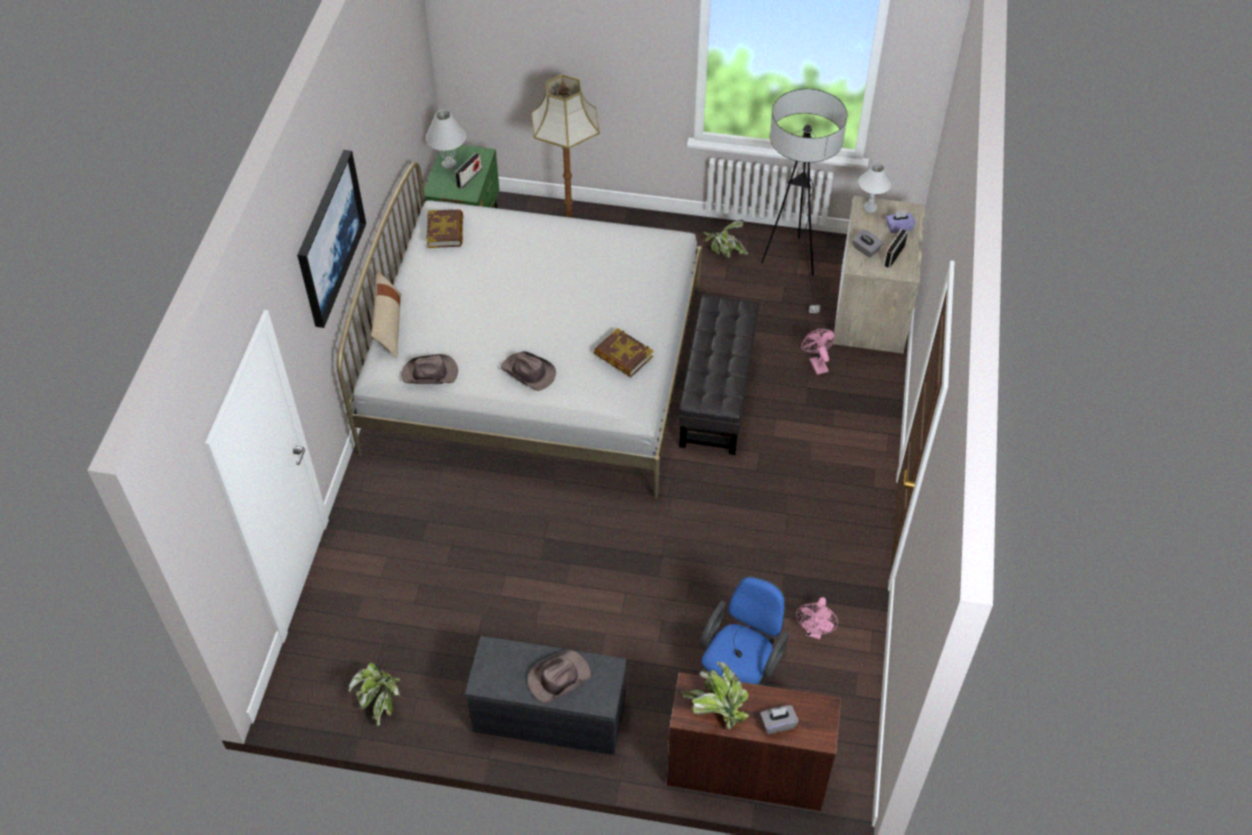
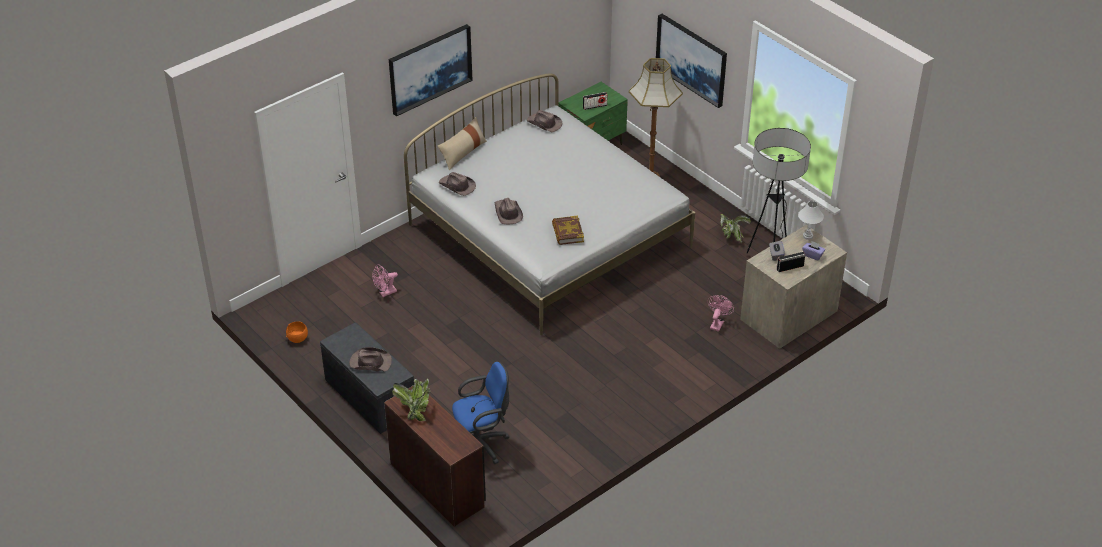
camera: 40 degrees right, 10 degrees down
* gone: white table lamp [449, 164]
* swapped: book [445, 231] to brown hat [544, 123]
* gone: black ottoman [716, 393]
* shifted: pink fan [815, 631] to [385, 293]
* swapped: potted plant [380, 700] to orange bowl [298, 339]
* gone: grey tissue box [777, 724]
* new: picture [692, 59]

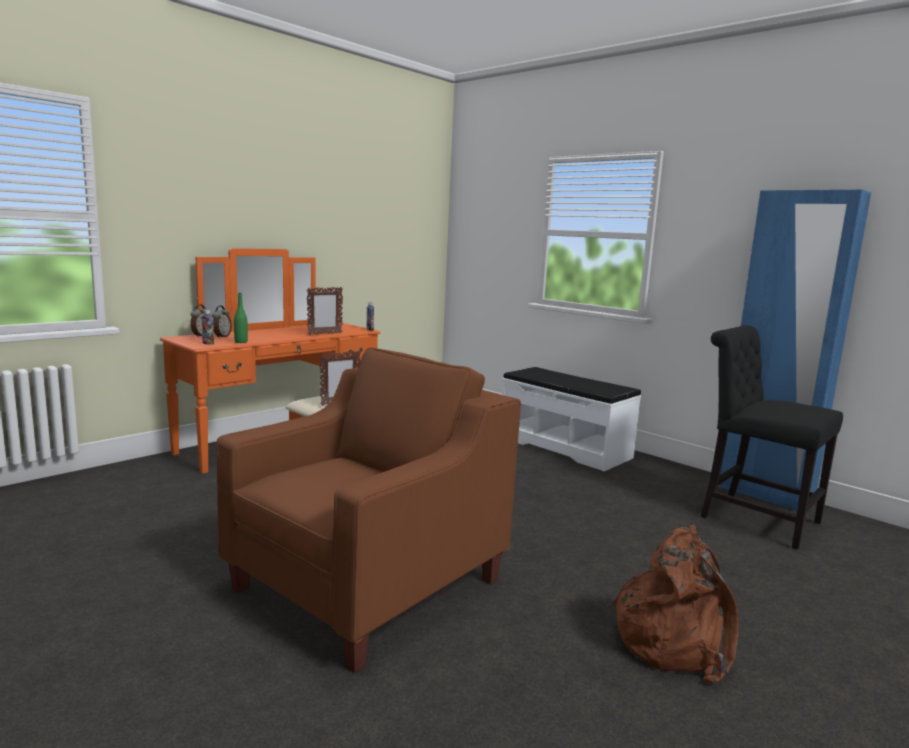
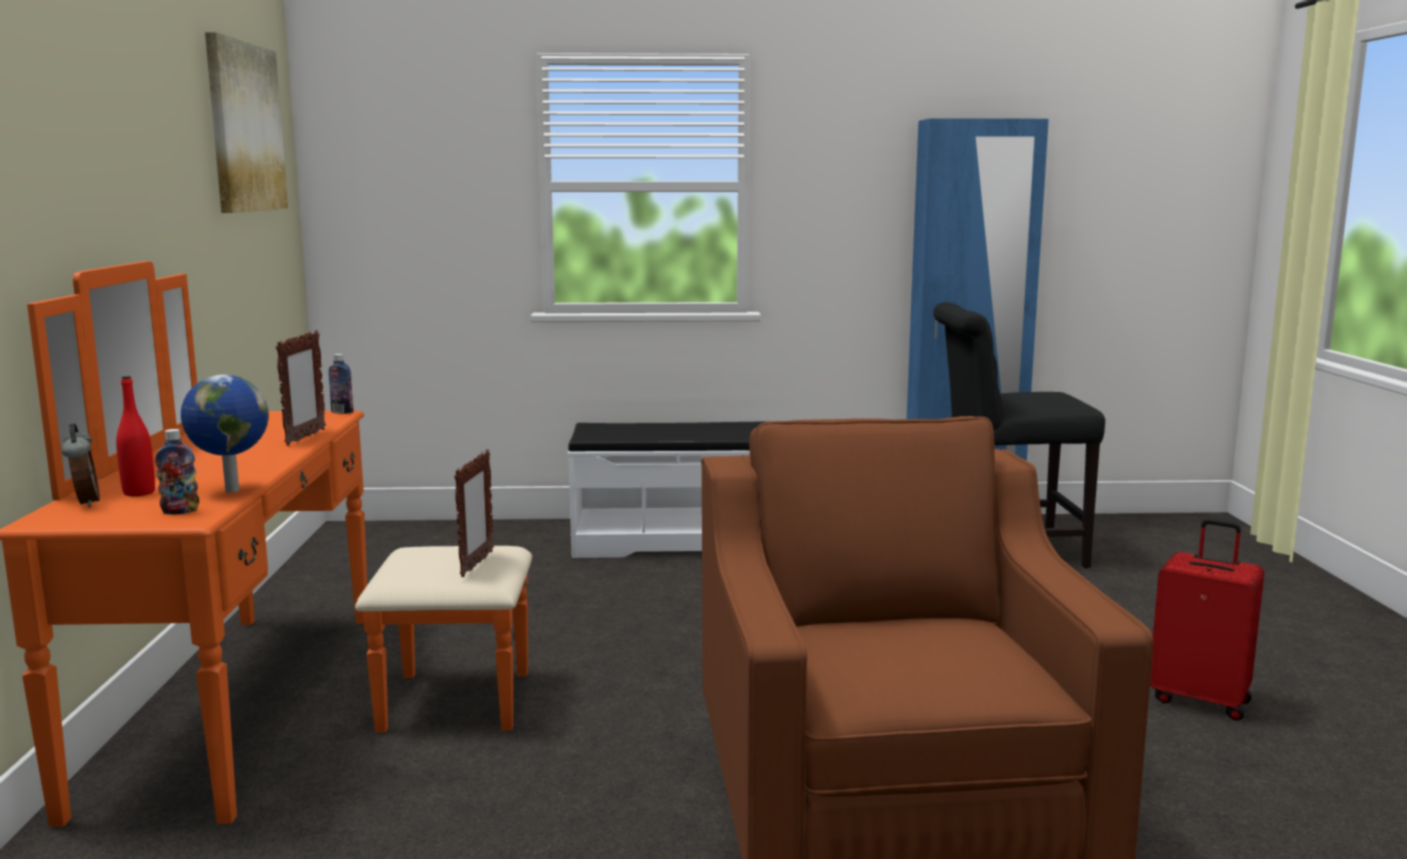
camera: 45 degrees left, 0 degrees up
* swapped: green bottle [241, 342] to globe [230, 490]
* swapped: alarm clock [221, 337] to red bottle [139, 492]
* swapped: brown backpack [674, 640] to red suitcase [1200, 700]
* new: picture [244, 127]

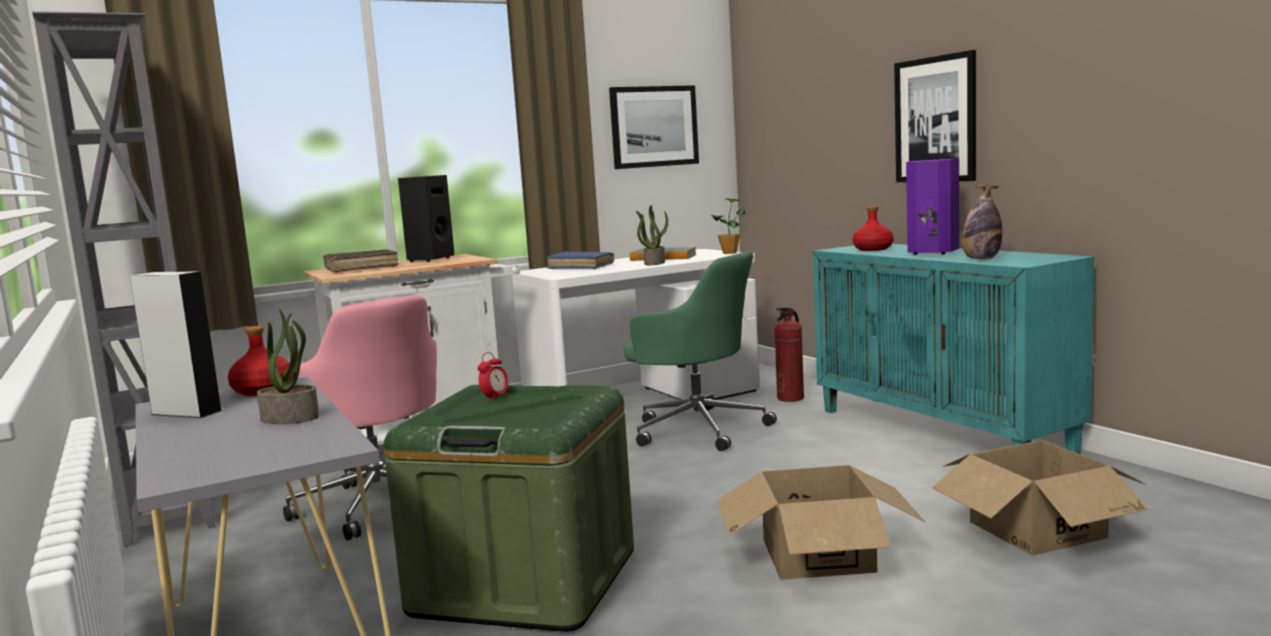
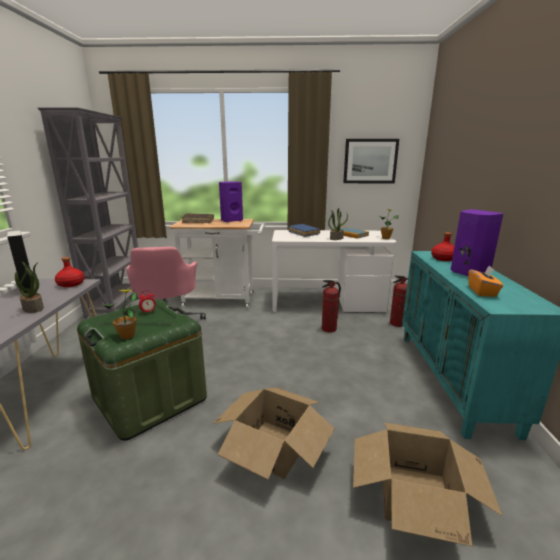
camera: 30 degrees right, 10 degrees up
* gone: picture [935, 119]
* repainted: black speaker [429, 259] to purple speaker [231, 220]
* swapped: bottle [981, 259] to orange tissue box [482, 291]
* swapped: green office chair [697, 429] to fire extinguisher [329, 329]
* new: potted plant [127, 336]

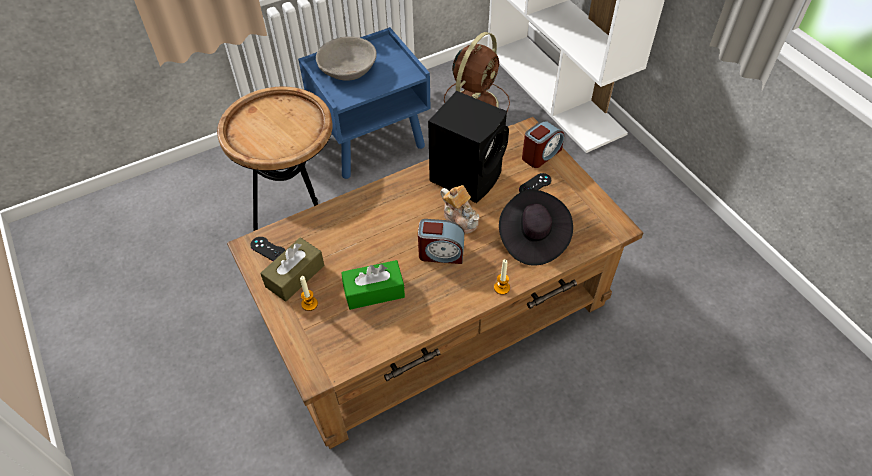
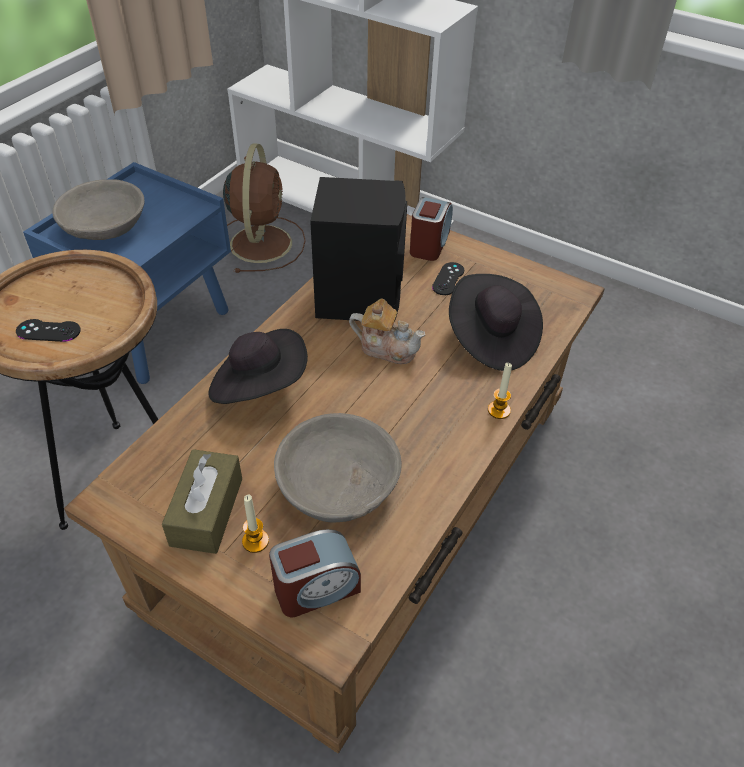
camera: 30 degrees left, 5 degrees down
* shifted: alarm clock [441, 253] to [316, 588]
* shifted: black game controller [268, 249] to [48, 331]
* swapped: green tissue box [374, 291] to grey bowl [338, 484]
* new: black hat [259, 386]

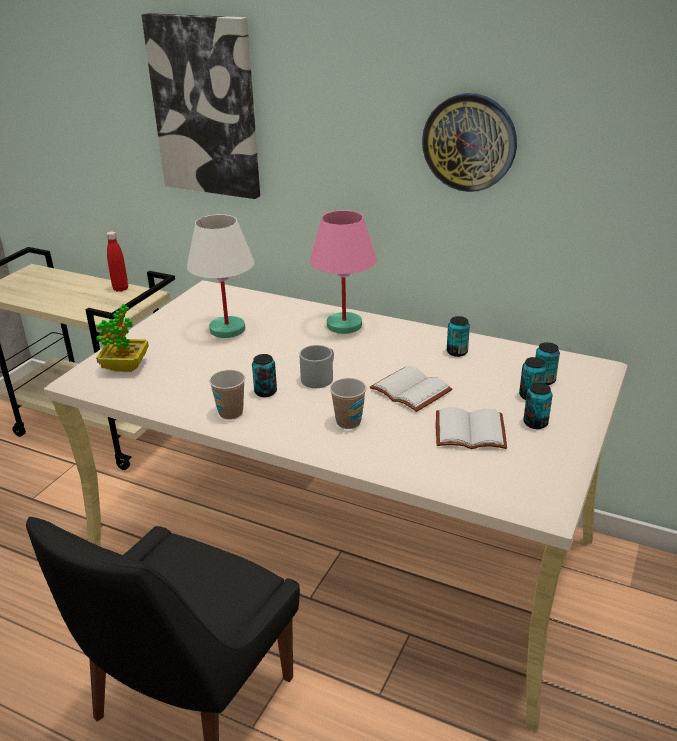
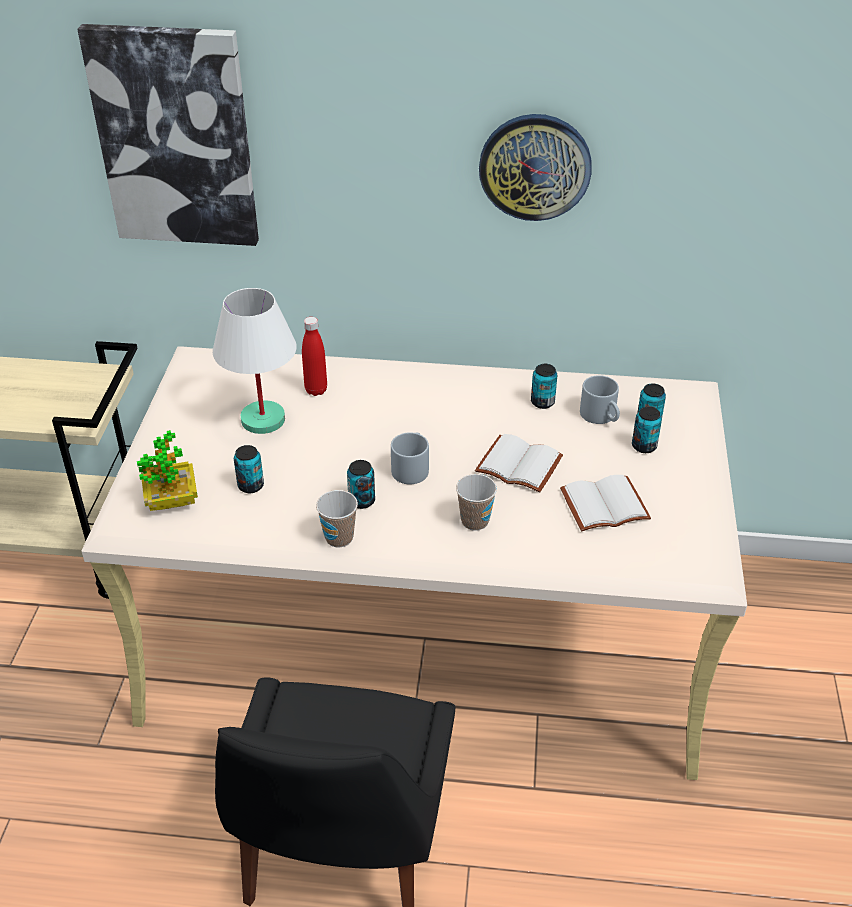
camera: 20 degrees left, 10 degrees up
* gone: pink table lamp [344, 325]
* shifted: red bottle [120, 289] to [316, 390]
* shifted: can [535, 423] to [251, 486]
* new: grey mug [601, 416]

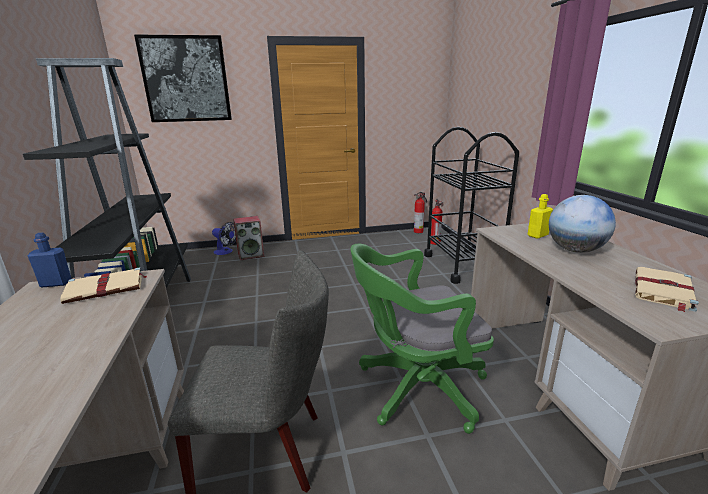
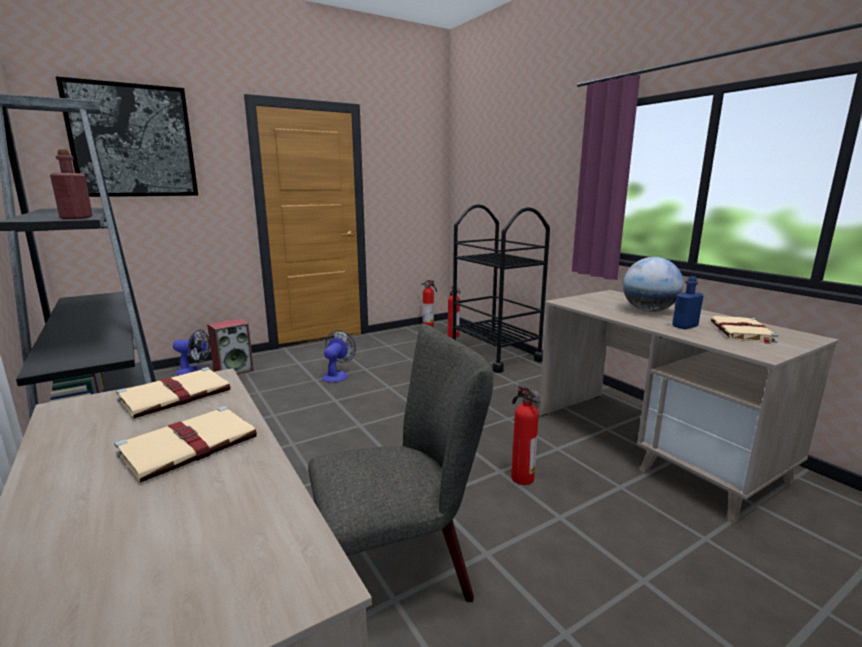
camera: 20 degrees left, 5 degrees down
* gone: yellow bottle [537, 235]
* shifted: blue bottle [56, 283] to [685, 326]
* swapped: green office chair [415, 388] to fire extinguisher [521, 477]
* new: red bottle [76, 218]
* new: fan [337, 375]
* new: beige book [191, 445]

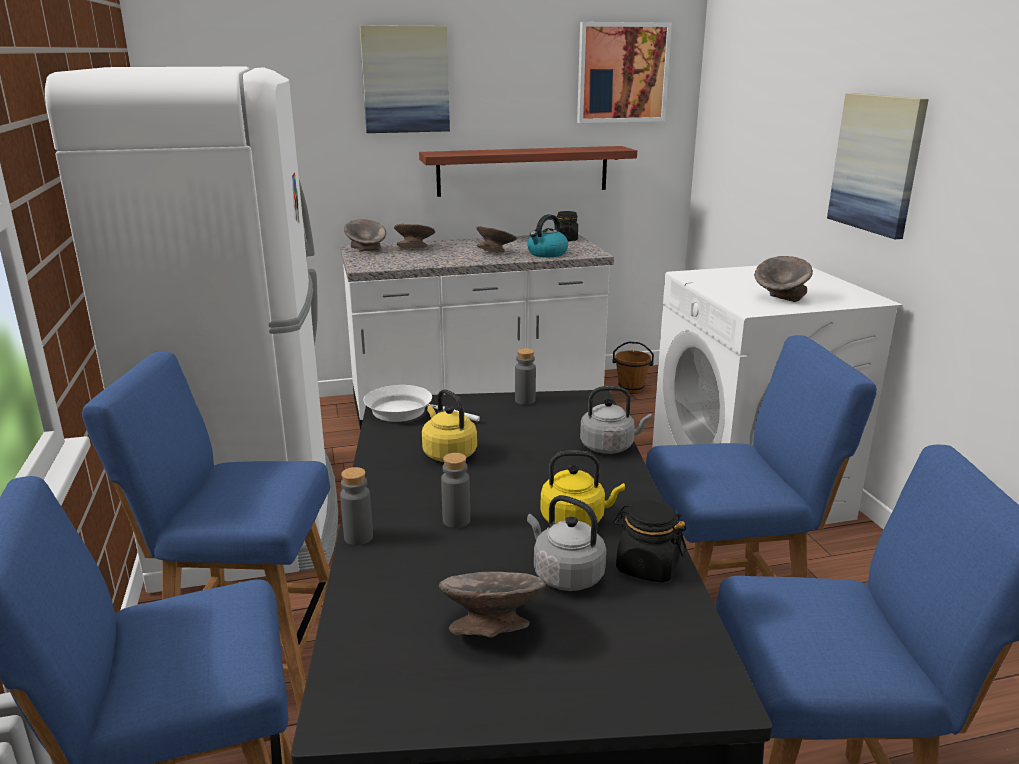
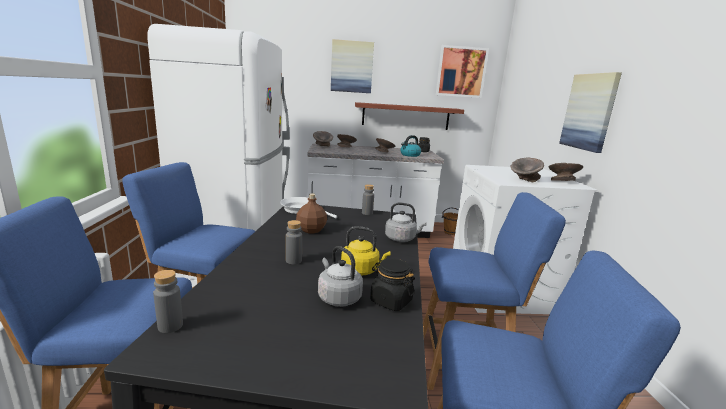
camera: 10 degrees right, 5 degrees down
* swapped: yellow kettle [448, 453] to brown bottle [311, 230]
* shifted: grey bottle [358, 537] to [170, 326]
* shifted: grey bowl [491, 627] to [561, 181]

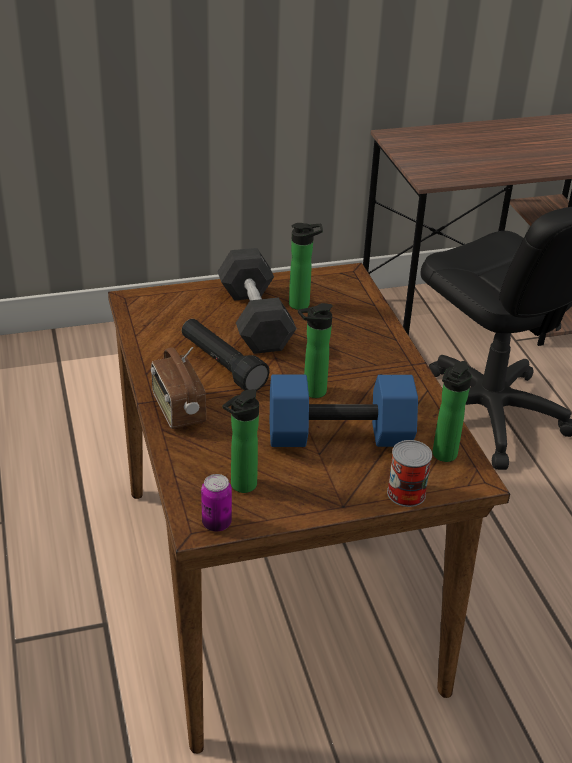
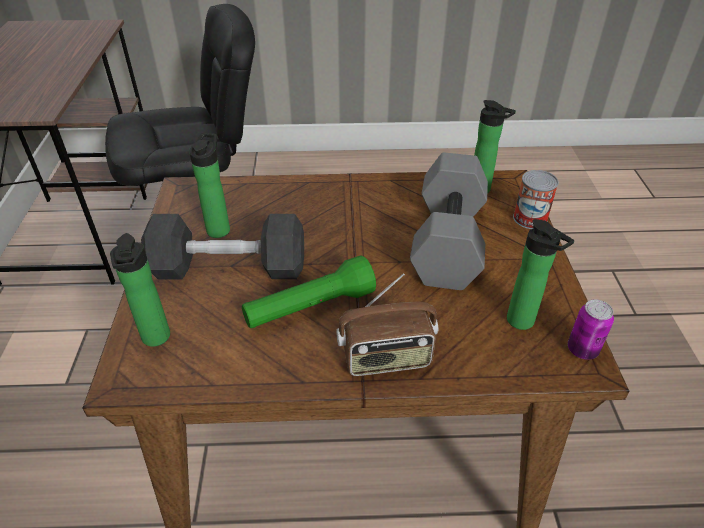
camera: 75 degrees left, 5 degrees up
* shifted: bottle [311, 392] to [156, 340]
* repainted: black flashlight [221, 365] to green flashlight [309, 308]
* repainted: blue dumbbell [340, 434] to grey dumbbell [446, 240]

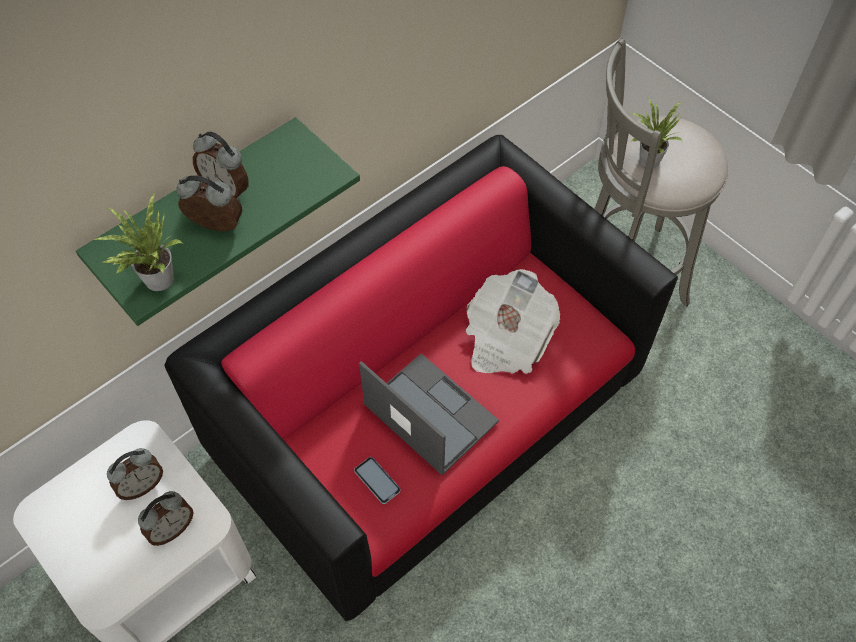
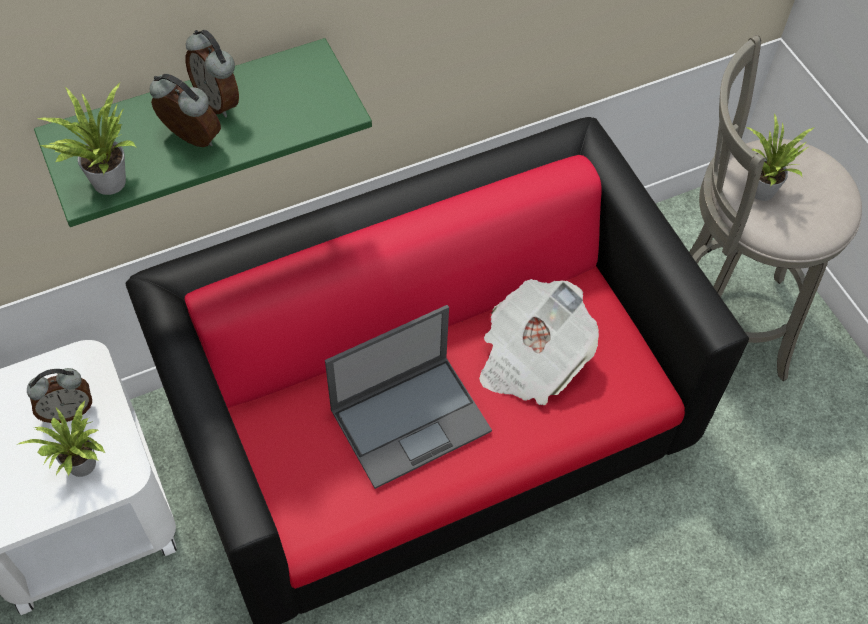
camera: 15 degrees right, 0 degrees up
* rotated: laptop [429, 412] = [412, 419] 90 degrees clockwise
* gone: phone [377, 480]
* swapped: alarm clock [172, 528] to potted plant [83, 467]

